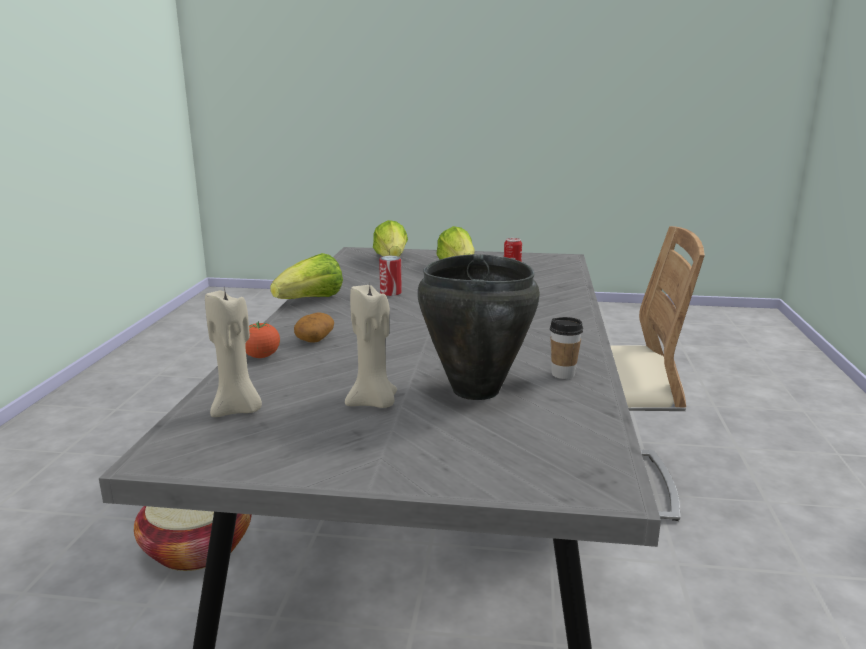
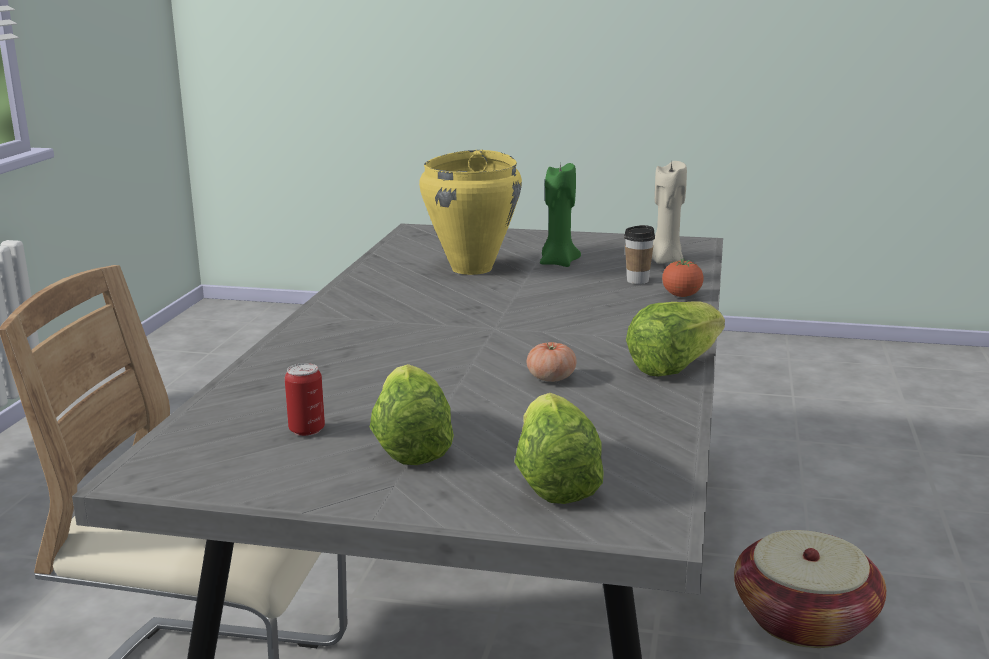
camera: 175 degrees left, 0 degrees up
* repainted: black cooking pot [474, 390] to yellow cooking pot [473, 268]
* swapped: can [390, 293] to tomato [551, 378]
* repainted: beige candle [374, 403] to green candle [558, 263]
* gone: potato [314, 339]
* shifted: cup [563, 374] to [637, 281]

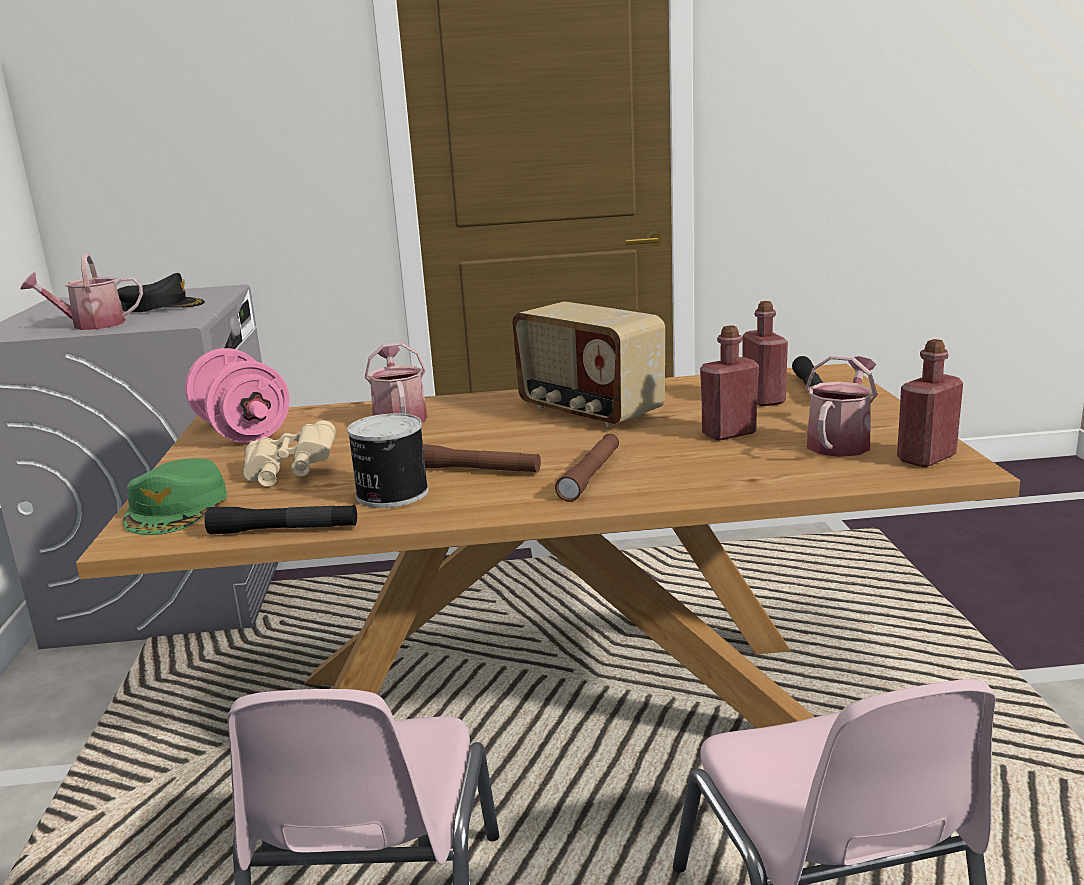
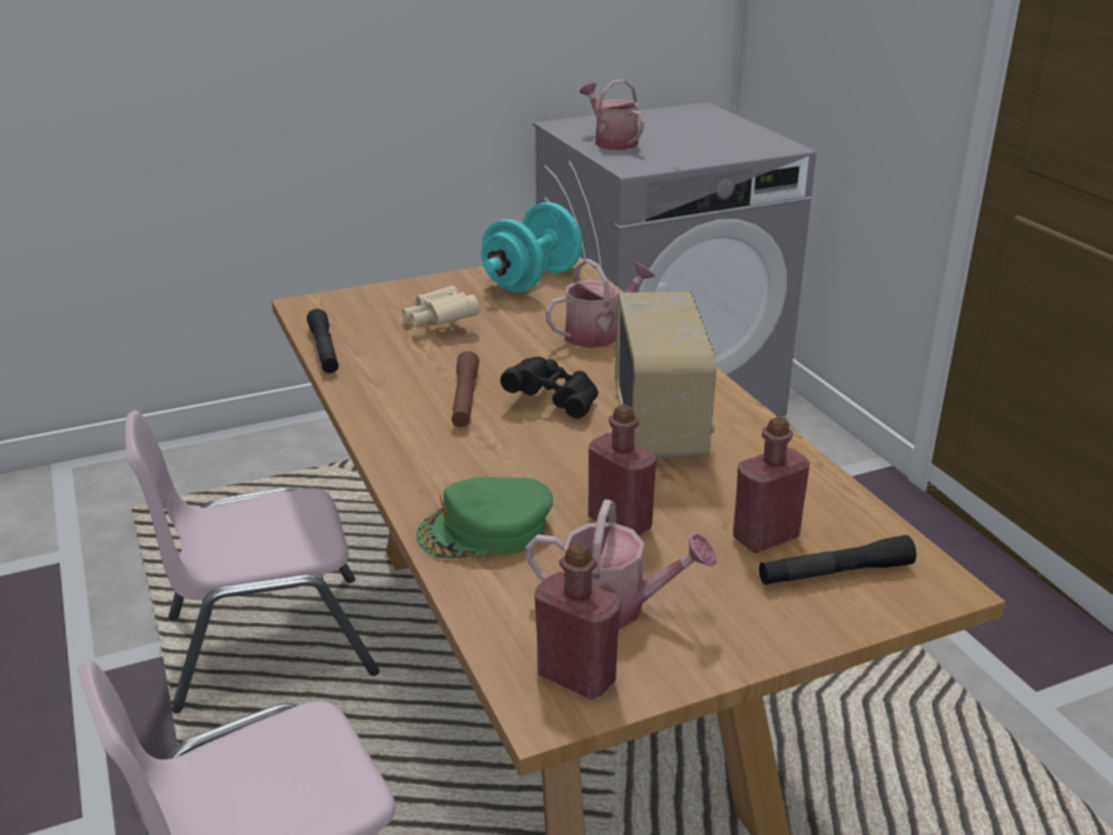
camera: 70 degrees right, 10 degrees up
* gone: black cap [161, 306]
* rotated: radio [588, 411] = [661, 426] 150 degrees clockwise
* repainted: pink dumbbell [243, 432] to turquoise dumbbell [532, 280]
* gone: can [390, 494]
* gone: brown flashlight [590, 475]
* shifted: green cap [177, 508] to [485, 530]
* new: black binoculars [554, 401]

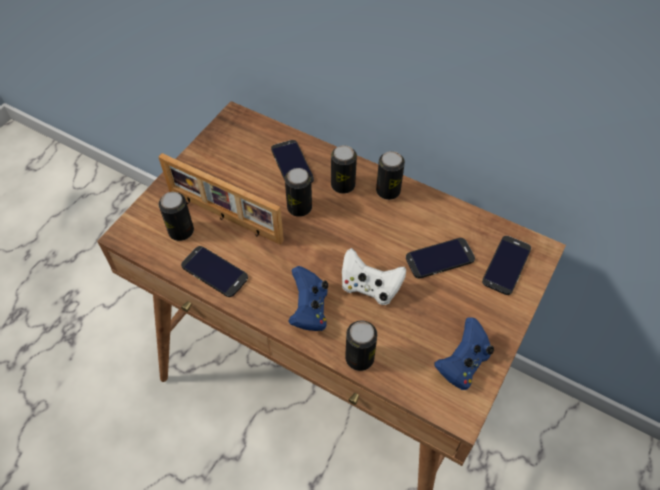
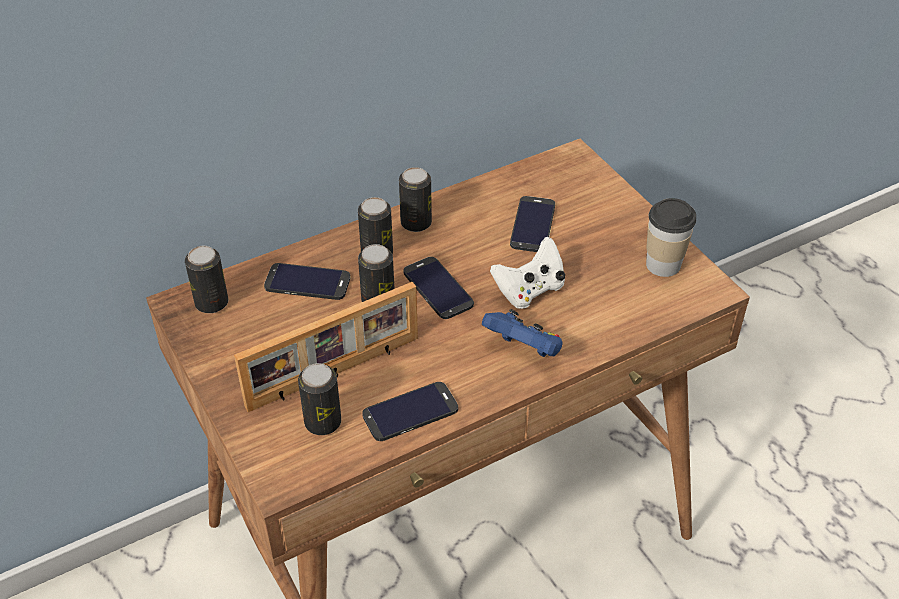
camera: 60 degrees left, 10 degrees down
* shifted: phone [506, 265] to [438, 288]
* swapped: blue game controller [462, 364] to cup [663, 264]
* shifted: can [359, 358] to [211, 303]

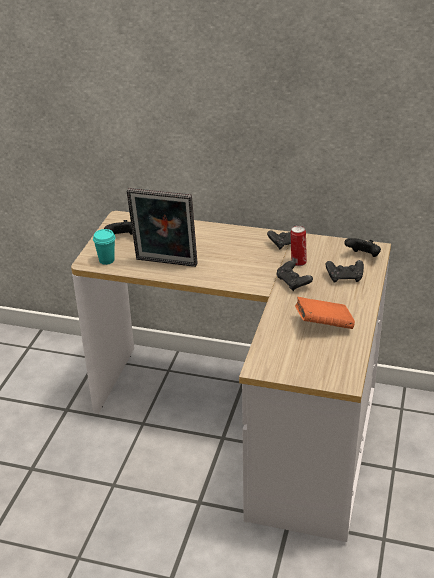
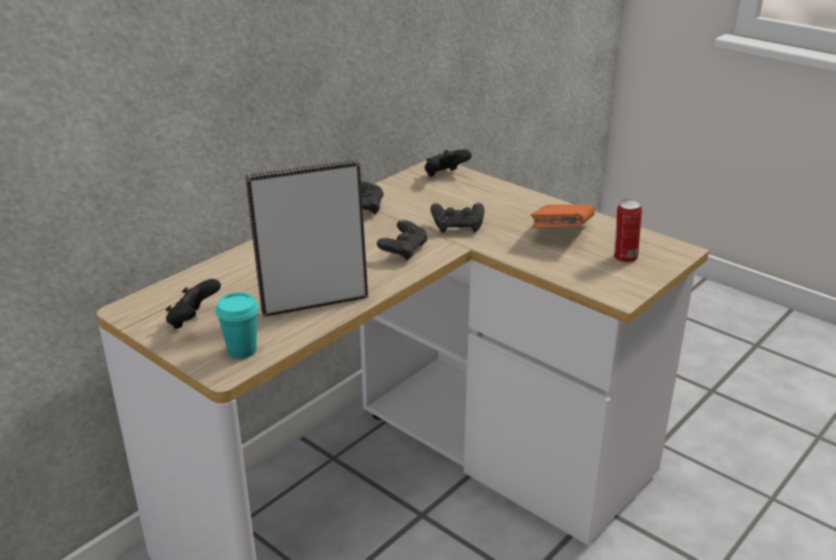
camera: 65 degrees left, 5 degrees down
* rotated: picture frame [165, 264] = [313, 302] 150 degrees counterclockwise
* shifted: can [298, 262] to [624, 258]
* shifted: black game controller [345, 277] to [403, 251]

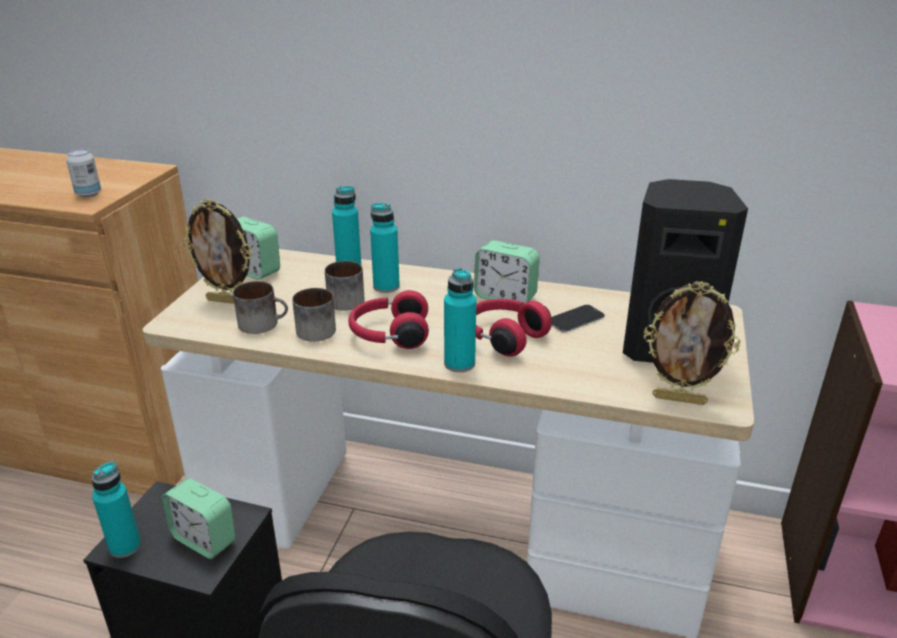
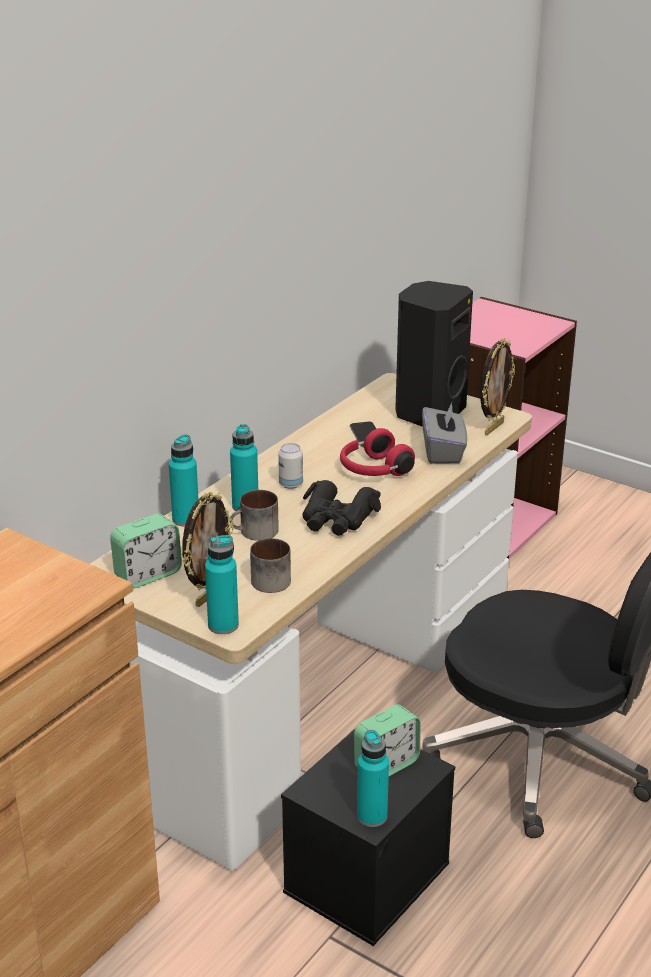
camera: 70 degrees left, 0 degrees up
* shifted: can [88, 194] to [291, 484]
* gone: alarm clock [505, 297]
* shifted: turquoise bottle [459, 364] to [223, 625]
* gone: mug [316, 328]
* swapped: red headphones [389, 335] to black binoculars [337, 519]
* new: grey tissue box [443, 451]

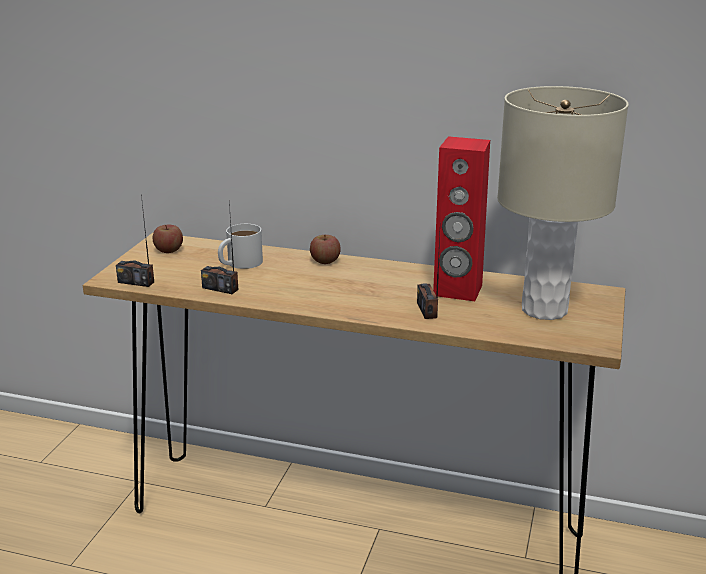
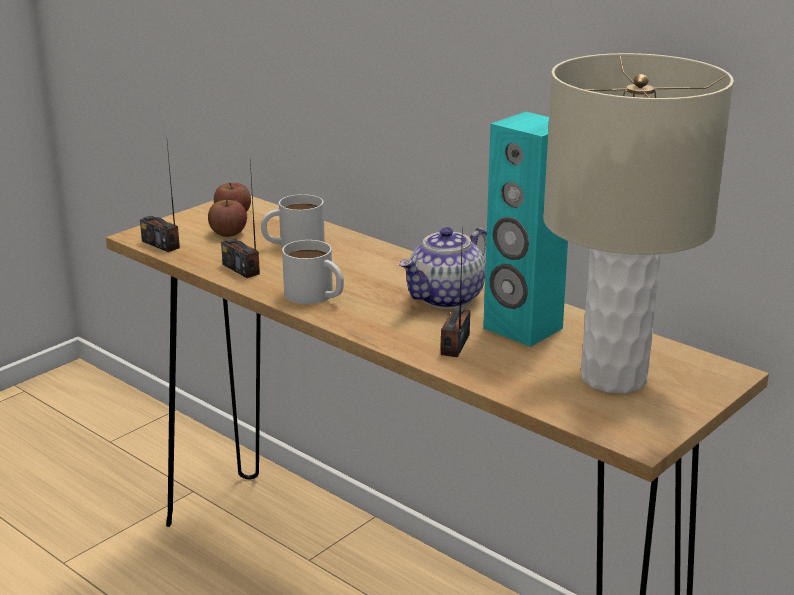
camera: 25 degrees right, 0 degrees up
* repainted: red speaker [457, 291] to turquoise speaker [522, 328]
* shifted: apple [325, 261] to [228, 233]
* new: teapot [446, 298]
* new: white mug [316, 296]

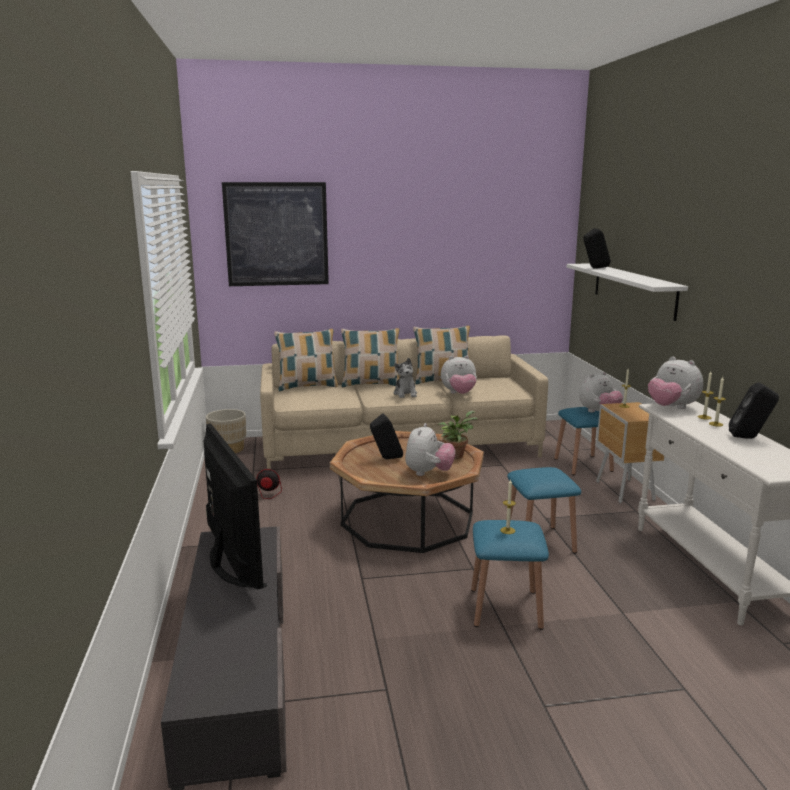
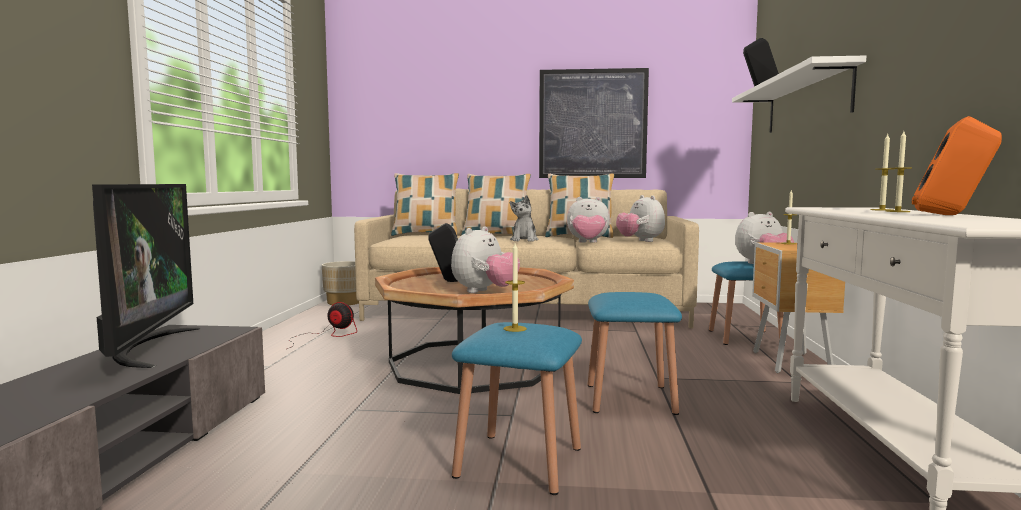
camera: 15 degrees right, 10 degrees down
* shifted: picture [276, 234] to [592, 124]
* shifted: plush toy [671, 407] to [640, 241]
* repainted: black speaker [749, 438] to orange speaker [951, 215]
* gone: potted plant [455, 455]

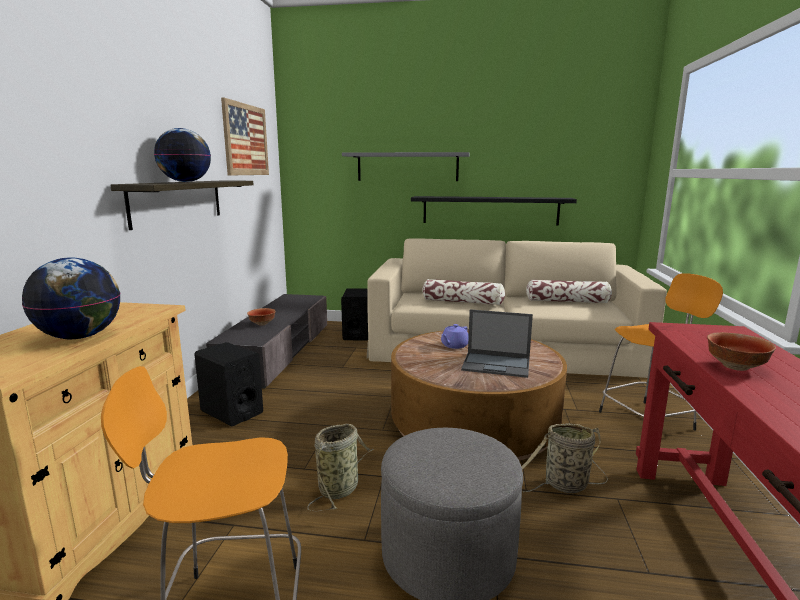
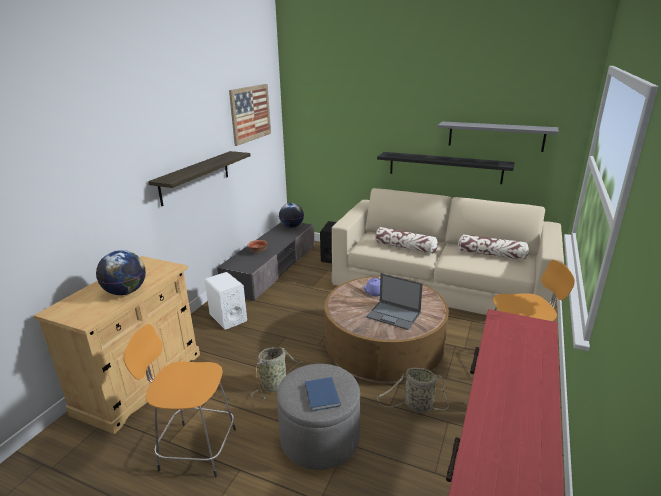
camera: 15 degrees right, 10 degrees up
* shifted: globe [186, 182] to [292, 226]
* shifted: grey shelf [407, 167] to [495, 136]
* gone: bowl [736, 367]
* repainted: black speaker [231, 412] to white speaker [228, 318]
* new: blue book [321, 396]

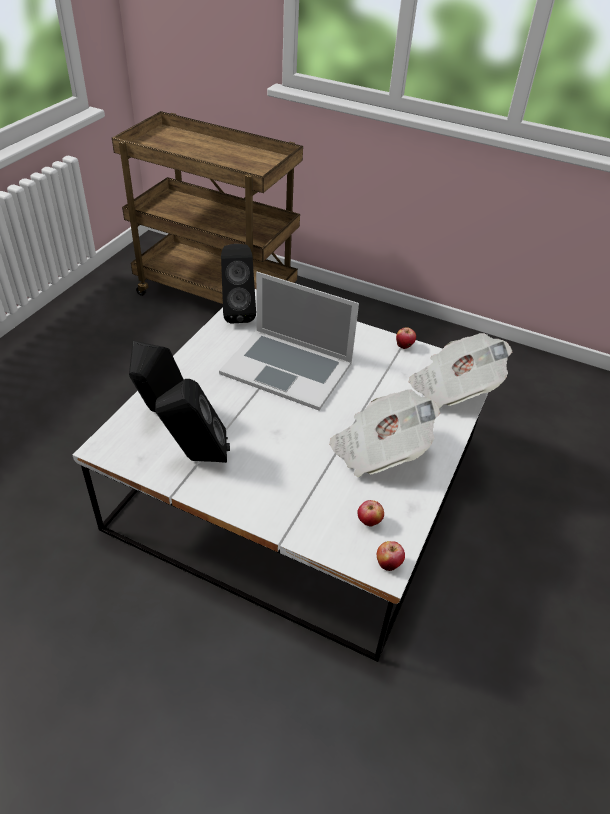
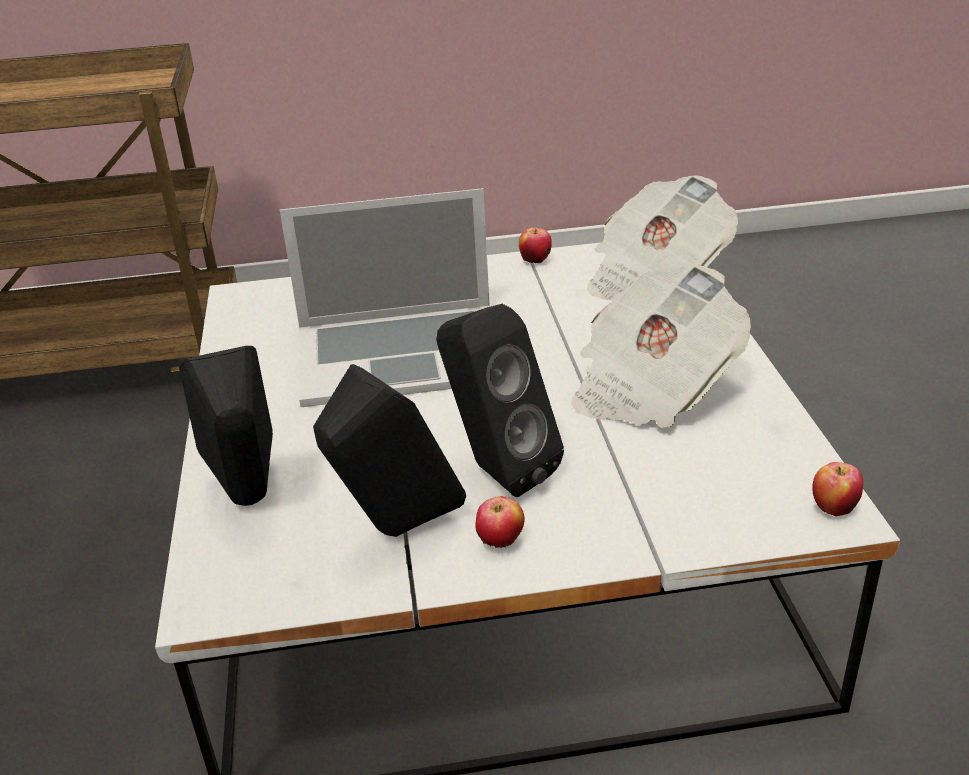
camera: 30 degrees left, 10 degrees down
* shifted: black speaker [237, 313] to [496, 471]
* shifted: apple [369, 522] to [500, 543]

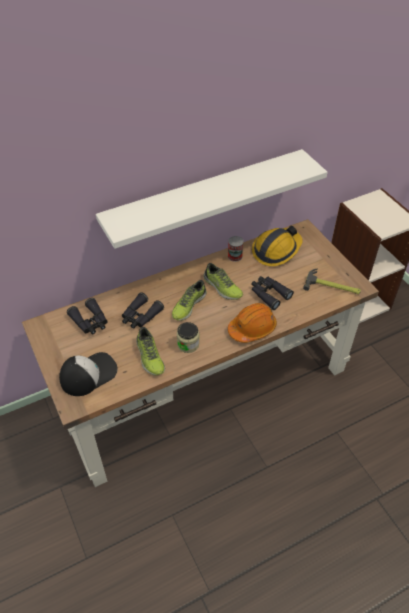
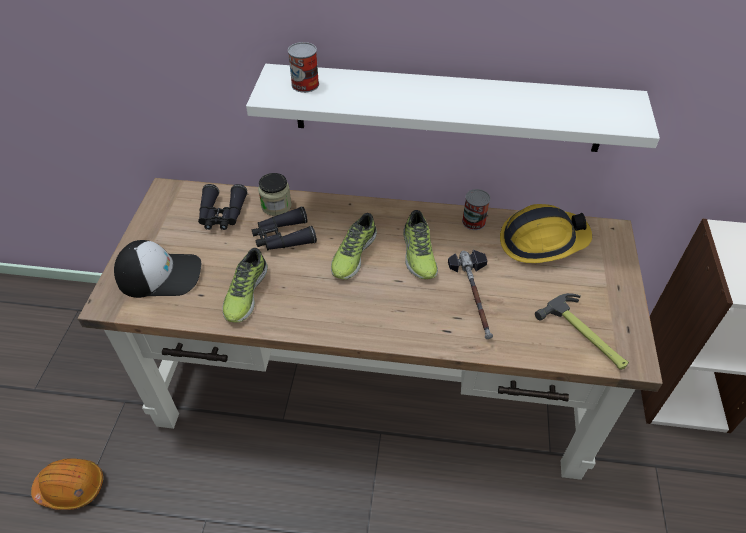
camera: 35 degrees right, 0 degrees up
* swapped: black binoculars [269, 294] to hammer [476, 296]
* rotated: shoe [188, 305] = [353, 254] 45 degrees counterclockwise
* shifted: orange hard hat [252, 328] to [71, 487]
* shifted: jar [188, 344] to [276, 206]
* new: can [305, 84]

